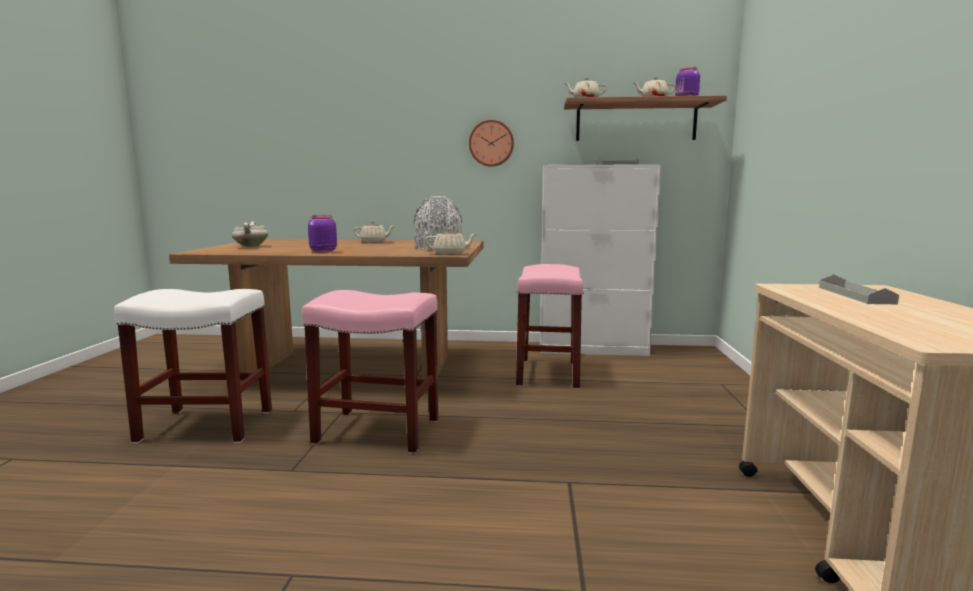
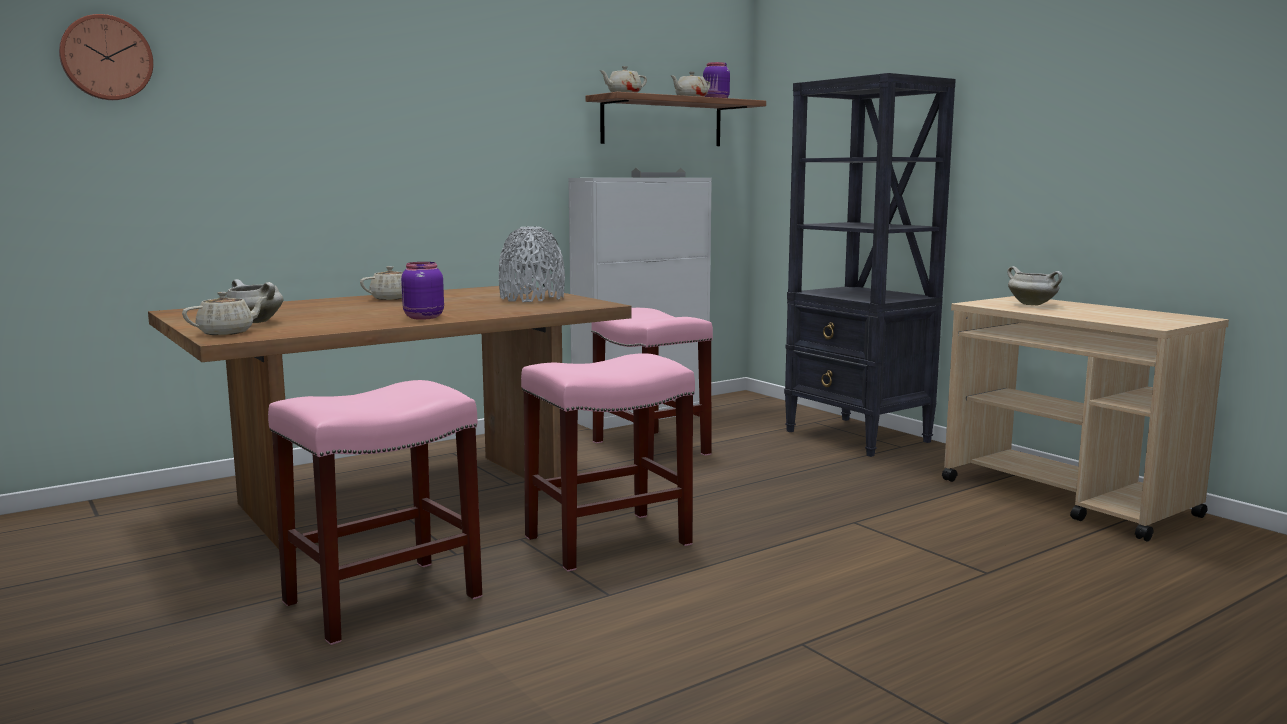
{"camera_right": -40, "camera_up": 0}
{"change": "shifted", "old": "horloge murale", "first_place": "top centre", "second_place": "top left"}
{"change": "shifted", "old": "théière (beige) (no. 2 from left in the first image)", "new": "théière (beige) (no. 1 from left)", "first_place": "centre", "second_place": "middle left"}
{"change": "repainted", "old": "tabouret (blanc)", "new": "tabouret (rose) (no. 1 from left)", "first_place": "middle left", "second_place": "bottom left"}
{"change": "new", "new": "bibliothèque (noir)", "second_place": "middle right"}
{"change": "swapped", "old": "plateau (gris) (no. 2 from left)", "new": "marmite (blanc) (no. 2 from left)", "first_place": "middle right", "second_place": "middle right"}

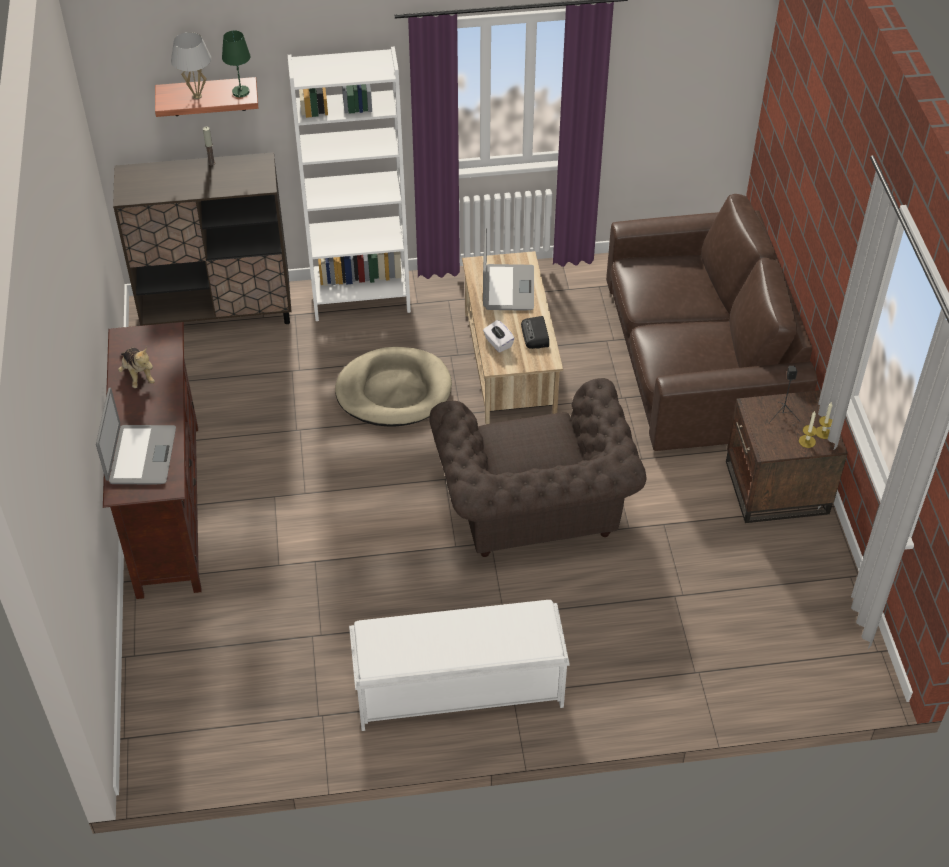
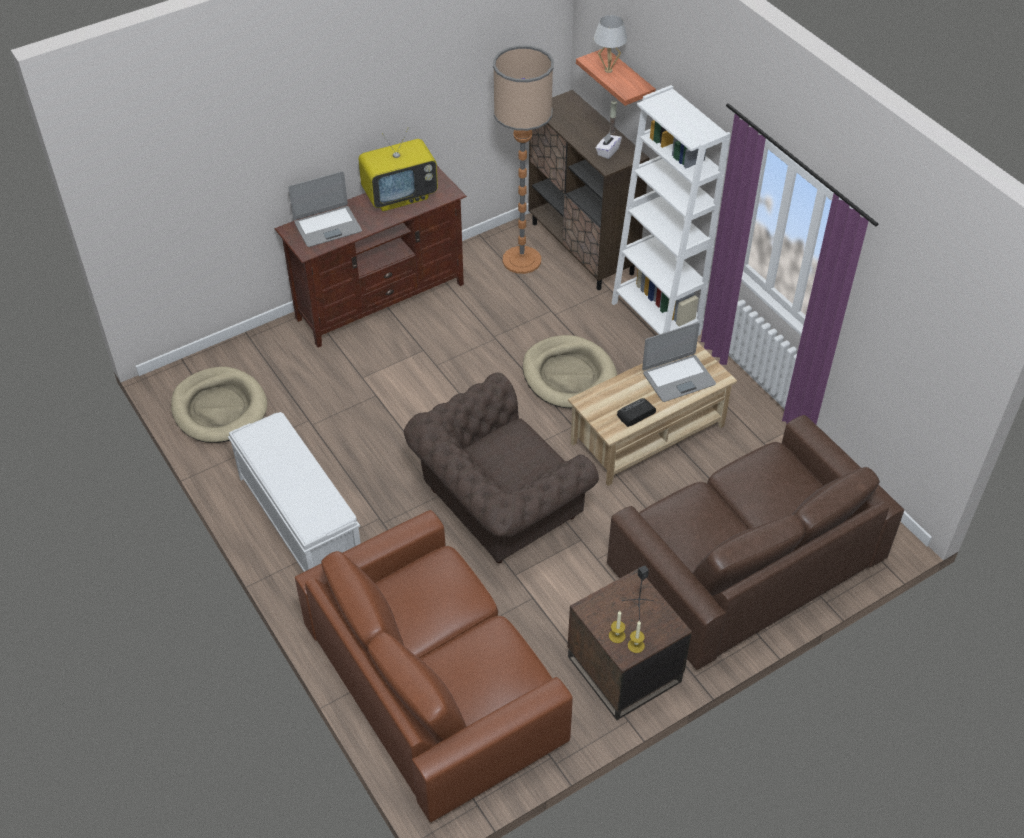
{"camera_right": 65, "camera_up": 0}
{"change": "new", "new": "panier pour chien (beige) (no. 1 from left)", "second_place": "middle left"}
{"change": "new", "new": "canapé (marron) (no. 1 from left)", "second_place": "bottom centre"}
{"change": "swapped", "old": "peluche", "new": "téléviseur", "first_place": "middle left", "second_place": "top centre"}
{"change": "new", "new": "lampadaire", "second_place": "top centre"}
{"change": "shifted", "old": "boîte à mouchoirs (blanc)", "first_place": "centre", "second_place": "top centre"}
{"change": "gone", "old": "lampe de table (vert)", "first_place": "top left"}

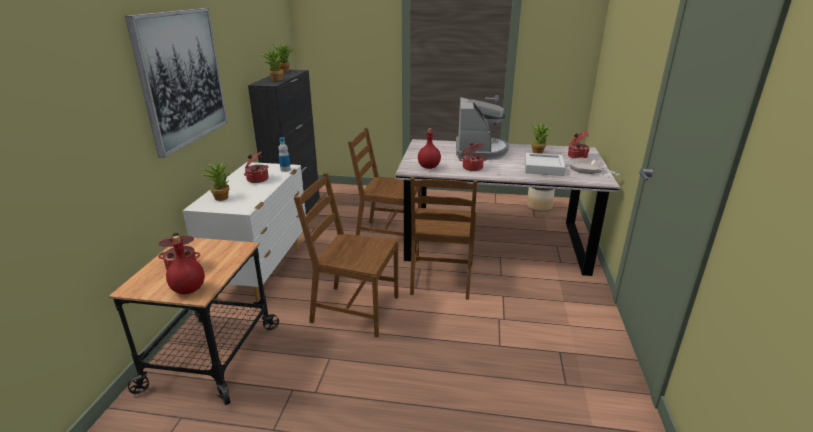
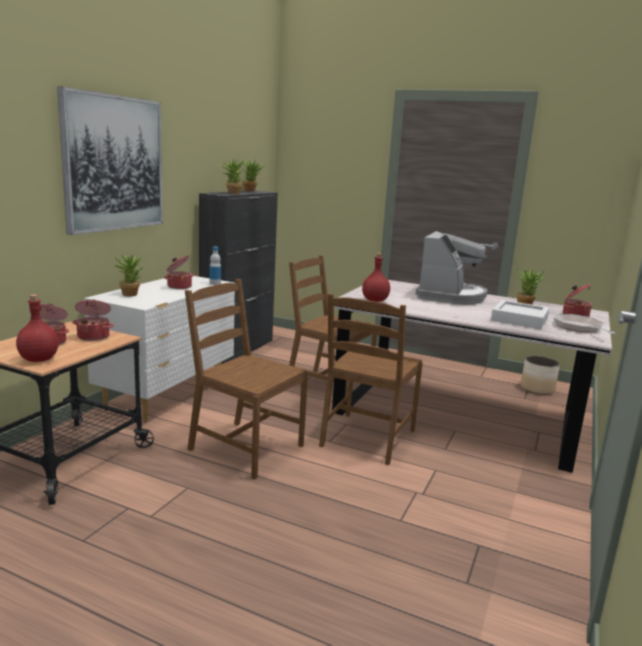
{"camera_right": 15, "camera_up": -10}
{"change": "shifted", "old": "marmite (no. 3 from left in the first image)", "new": "marmite (no. 2 from left)", "first_place": "centre", "second_place": "middle left"}

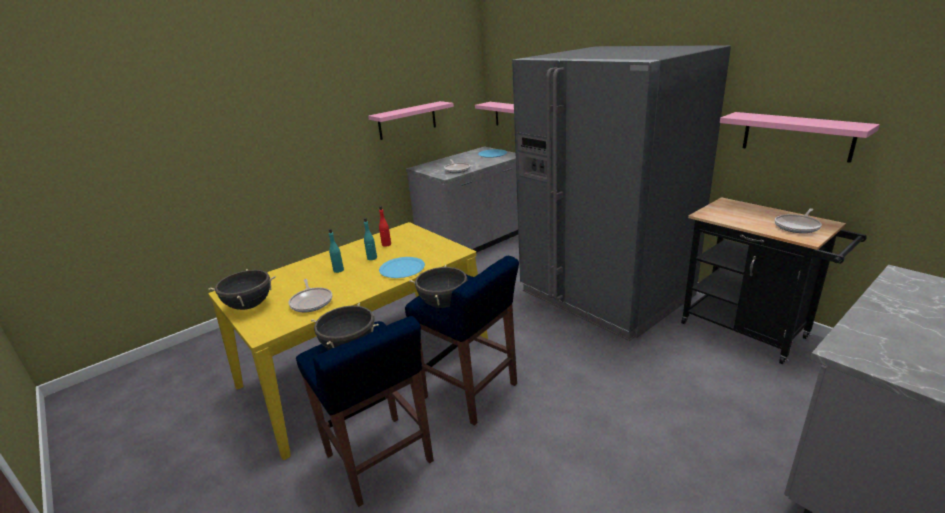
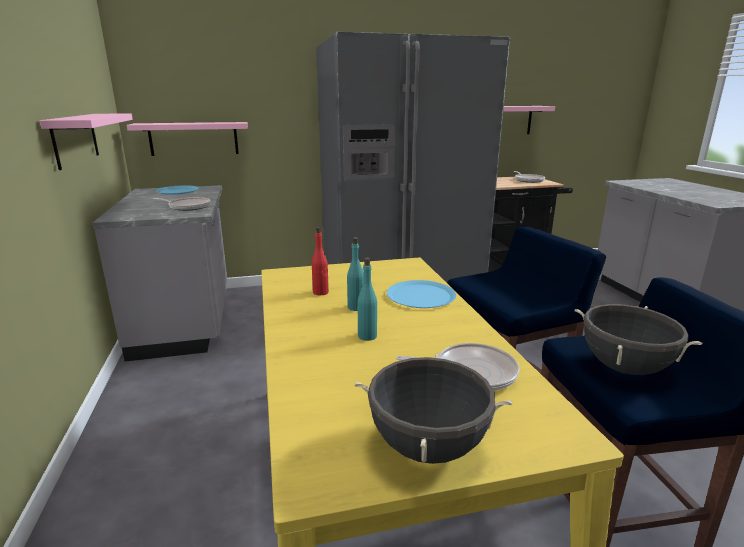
{"camera_right": -65, "camera_up": -5}
{"change": "gone", "old": "marmite (noir) (no. 3 from left)", "first_place": "centre"}

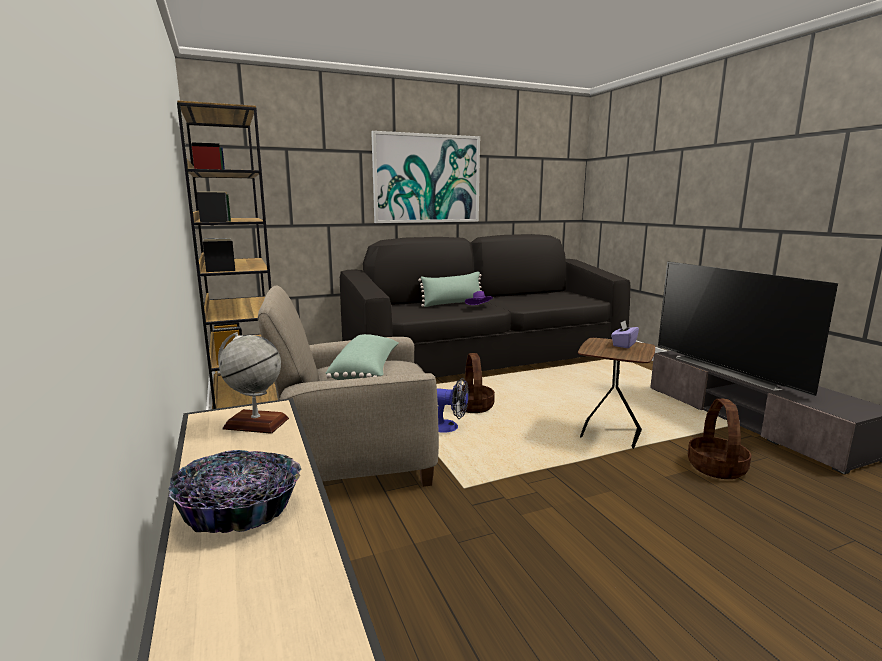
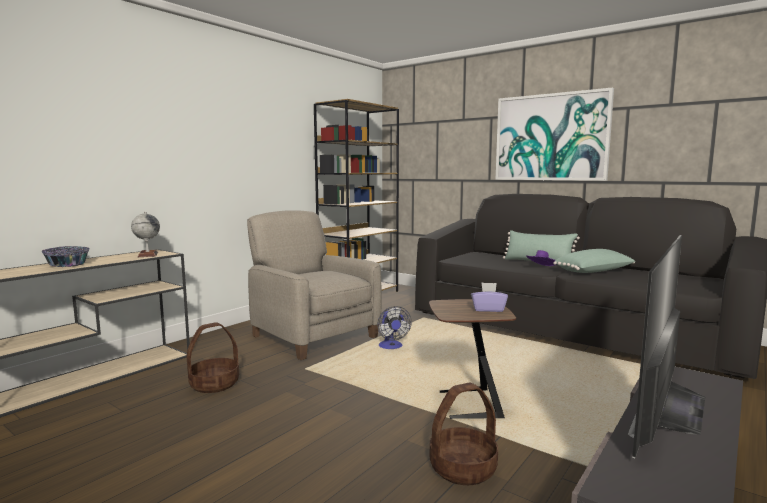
{"camera_right": 60, "camera_up": -5}
{"change": "shifted", "old": "panier (no. 1 from left)", "first_place": "centre", "second_place": "bottom left"}
{"change": "shifted", "old": "coussin (vert) (no. 1 from left in the first image)", "new": "coussin (vert) (no. 2 from left)", "first_place": "centre", "second_place": "middle right"}

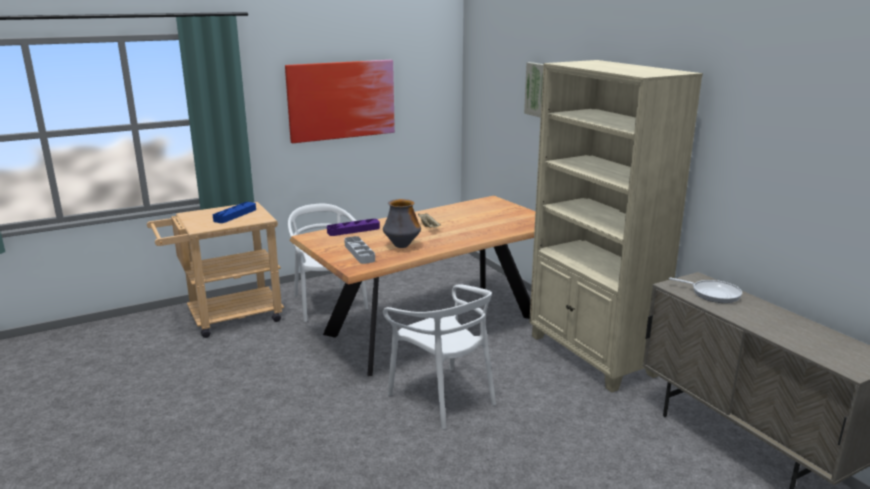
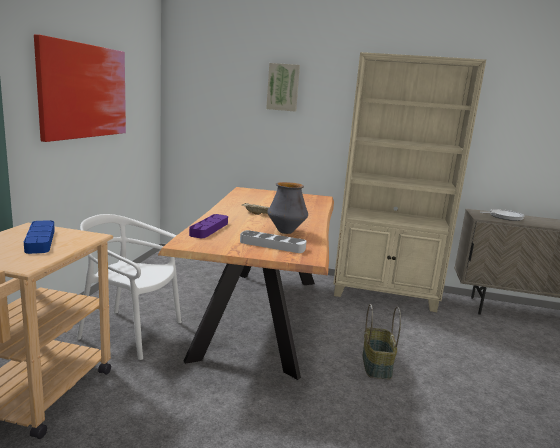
{"camera_right": -50, "camera_up": -5}
{"change": "swapped", "old": "chaise (blanc) (no. 2 from left)", "new": "panier", "first_place": "bottom centre", "second_place": "bottom right"}

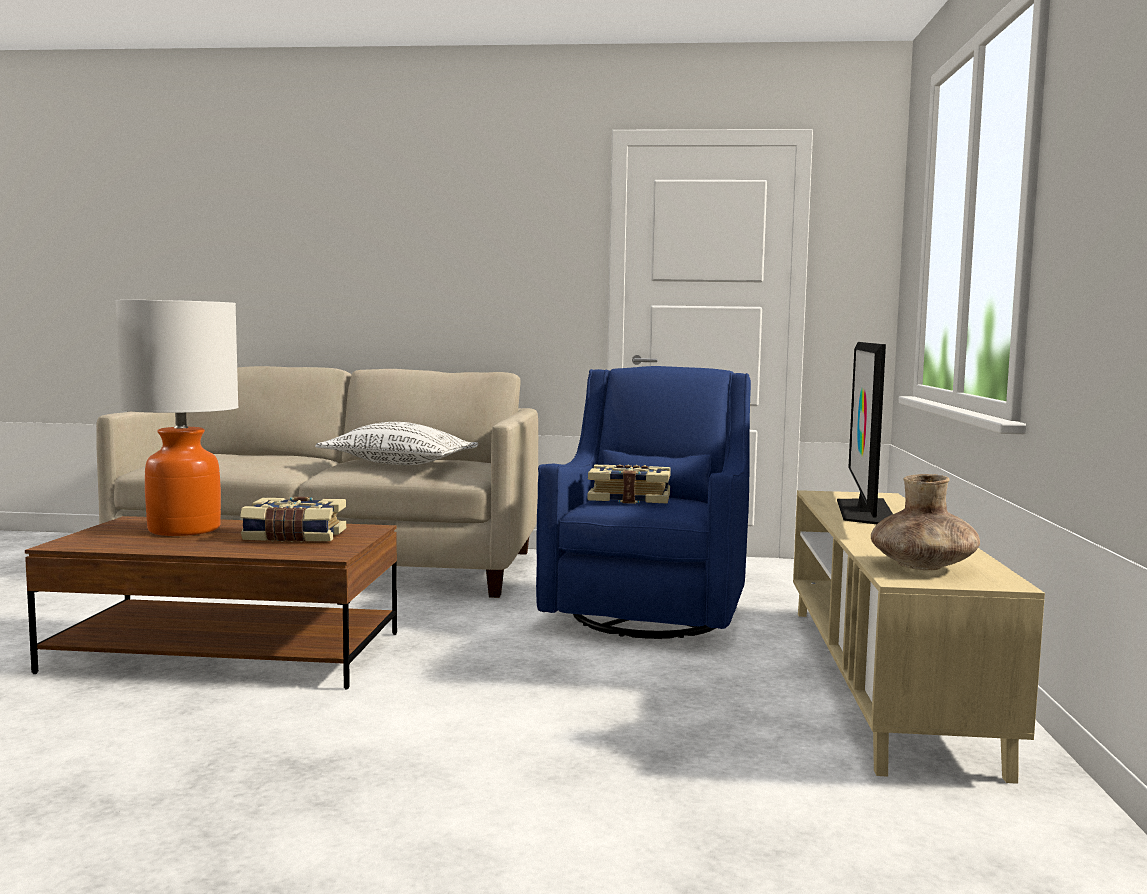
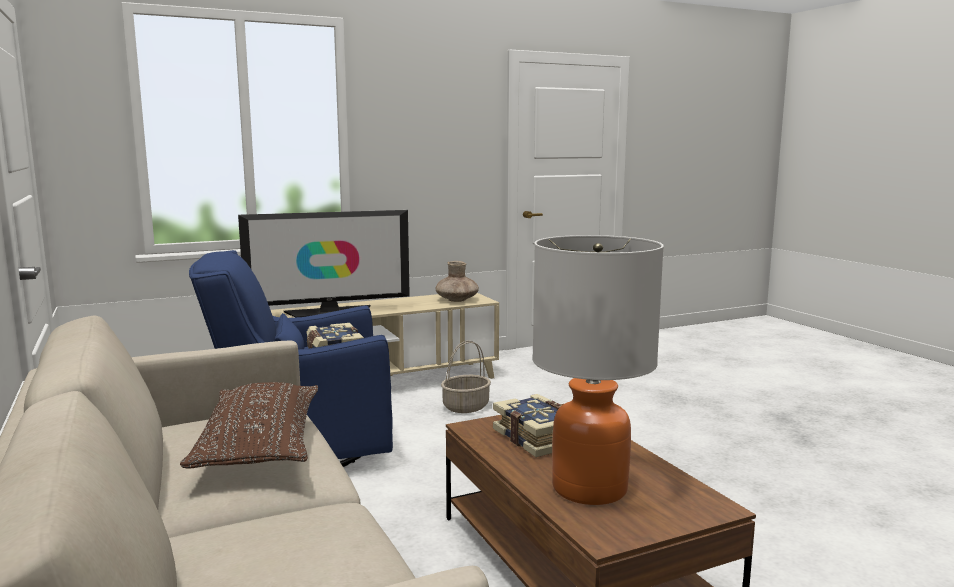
{"camera_right": -120, "camera_up": 5}
{"change": "repainted", "old": "coussin (blanc)", "new": "coussin (marron)", "first_place": "centre", "second_place": "bottom left"}
{"change": "new", "new": "panier", "second_place": "centre"}

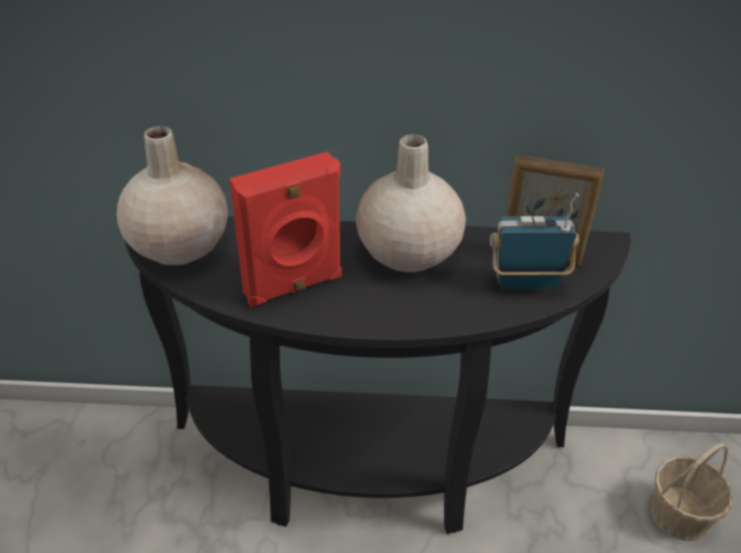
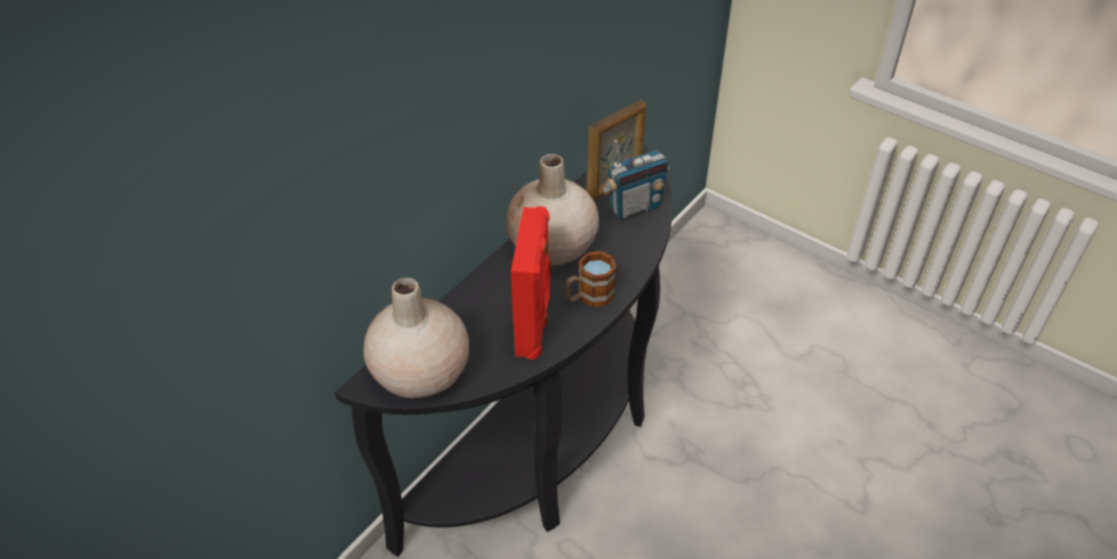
{"camera_right": -55, "camera_up": 5}
{"change": "new", "new": "mug", "second_place": "centre"}
{"change": "rotated", "old": "radio", "first_place": "middle right", "second_place": "top centre", "degrees": -150}
{"change": "gone", "old": "panier", "first_place": "bottom right"}

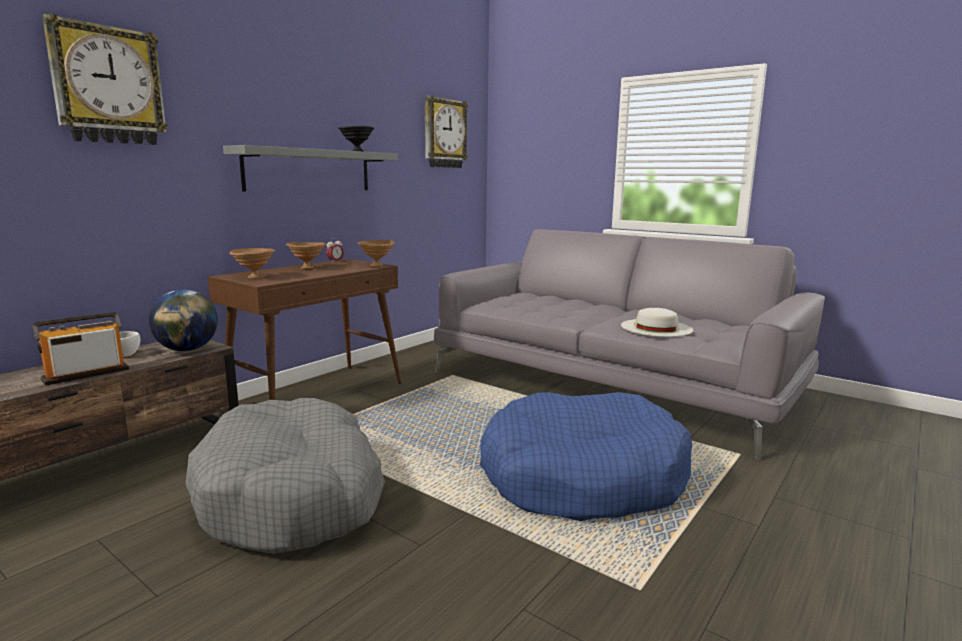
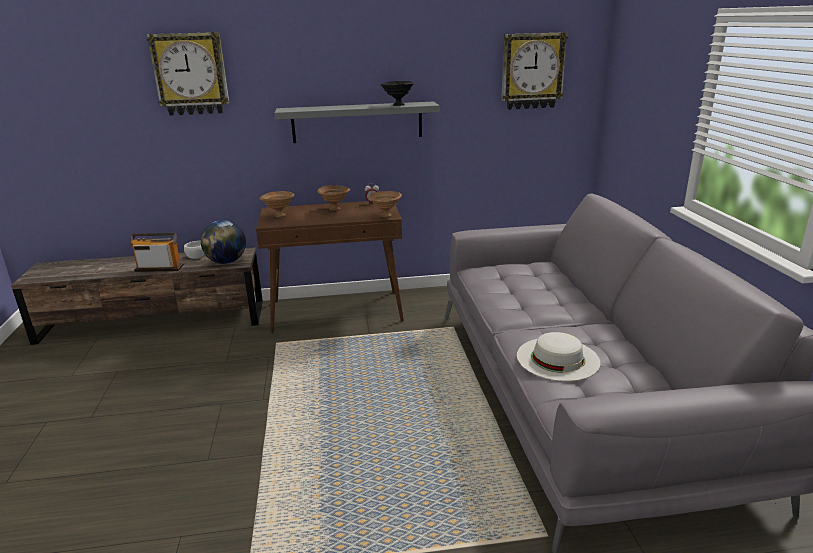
{"camera_right": 45, "camera_up": 10}
{"change": "gone", "old": "panier pour chien (gris)", "first_place": "bottom left"}
{"change": "gone", "old": "panier pour chien (bleu)", "first_place": "bottom centre"}

